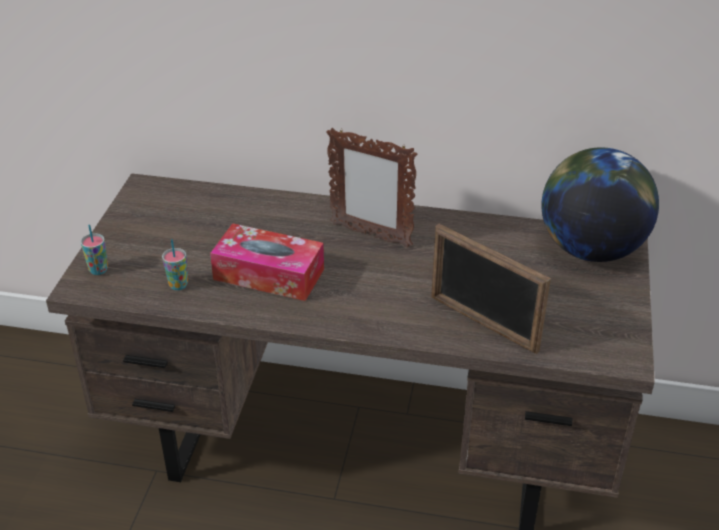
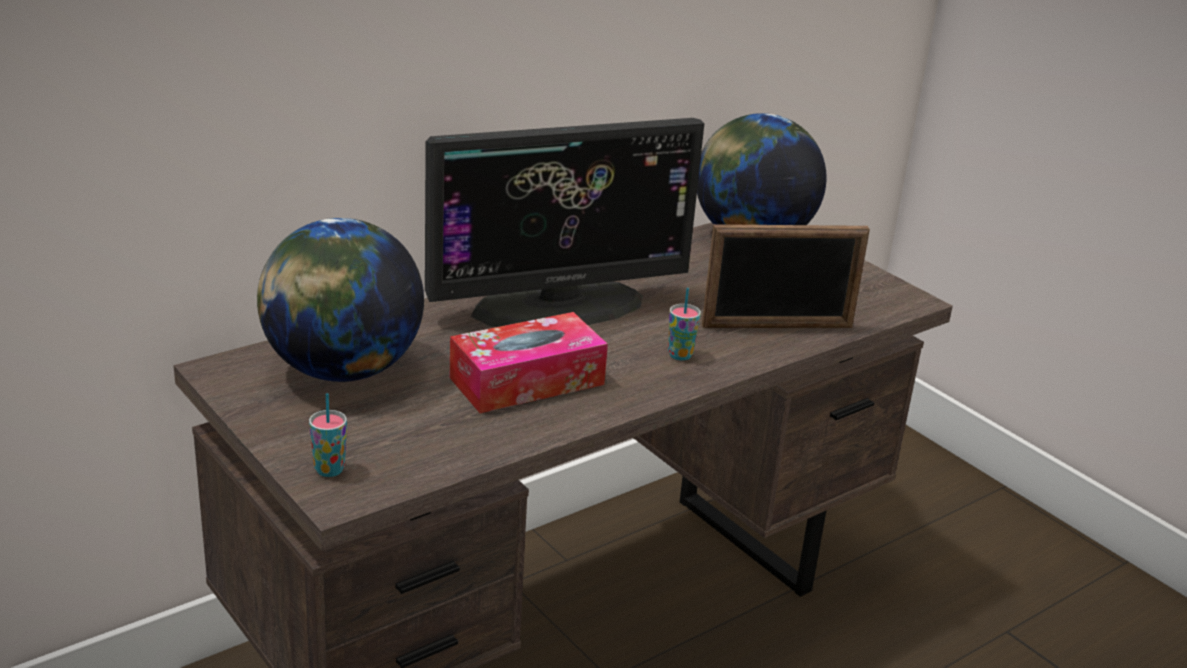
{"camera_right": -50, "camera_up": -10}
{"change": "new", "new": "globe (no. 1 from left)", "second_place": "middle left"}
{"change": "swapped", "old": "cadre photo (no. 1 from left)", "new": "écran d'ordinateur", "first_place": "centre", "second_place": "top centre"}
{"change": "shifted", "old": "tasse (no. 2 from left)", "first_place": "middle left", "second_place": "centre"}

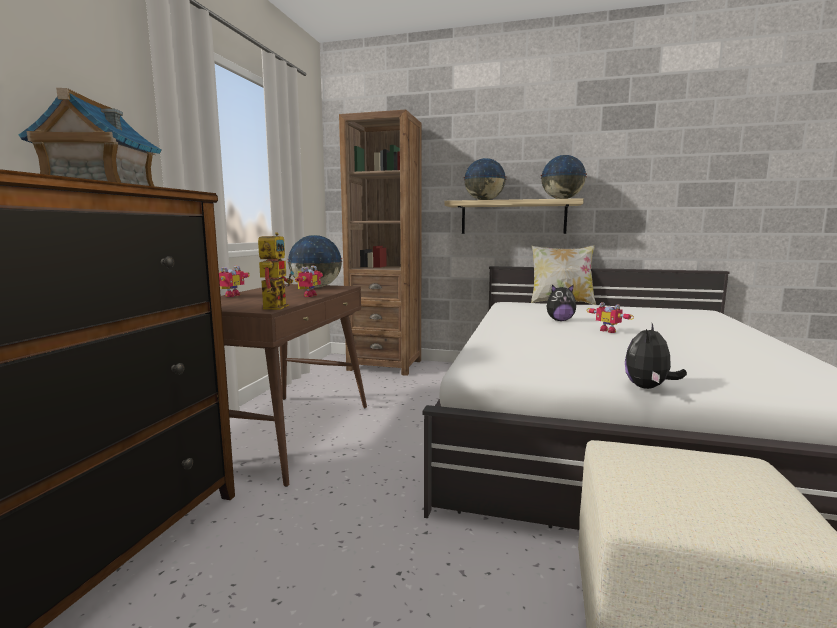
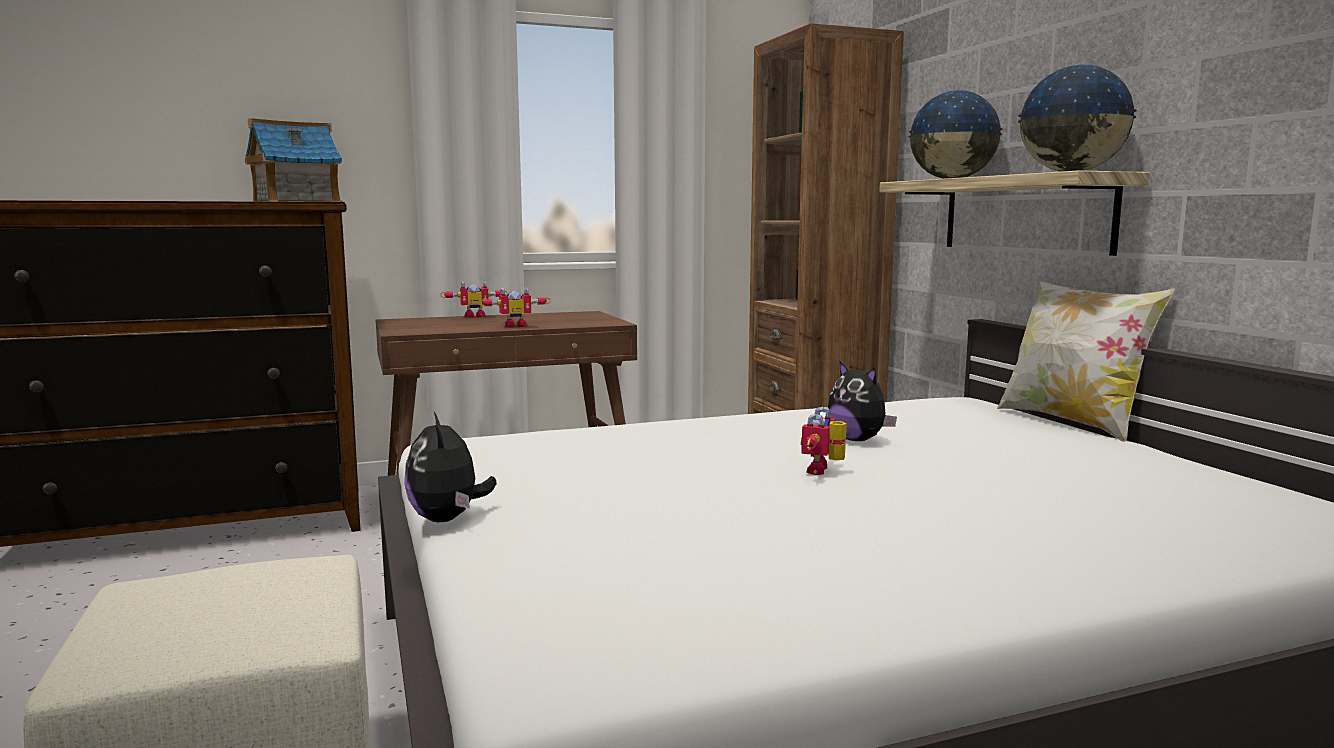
{"camera_right": 55, "camera_up": 0}
{"change": "rotated", "old": "peluche (no. 2 from left in the first image)", "first_place": "middle right", "second_place": "centre", "degrees": -105}
{"change": "gone", "old": "robot jouet (no. 2 from left)", "first_place": "middle left"}
{"change": "gone", "old": "globe (no. 1 from left)", "first_place": "centre"}

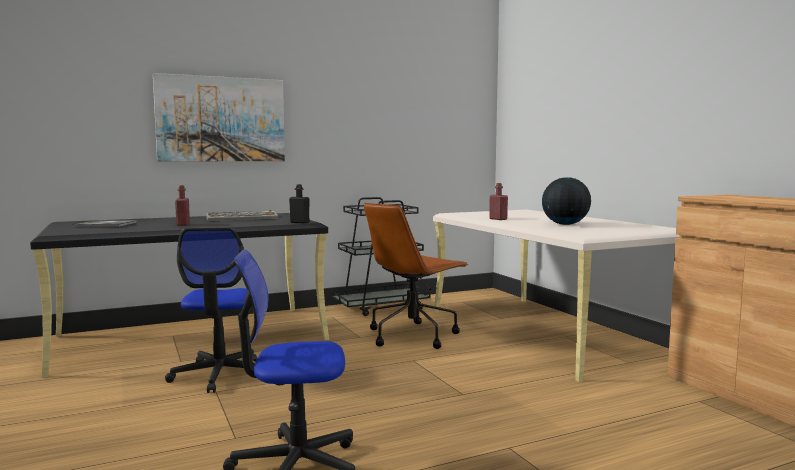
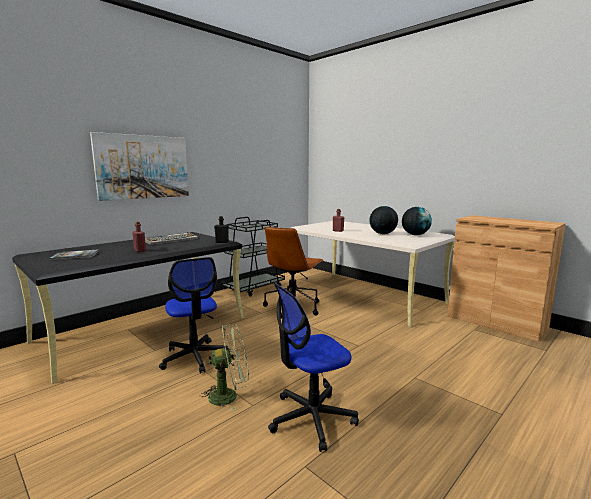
{"camera_right": -20, "camera_up": 5}
{"change": "new", "new": "ventilateur (vert)", "second_place": "bottom centre"}
{"change": "new", "new": "globe (no. 2 from left)", "second_place": "middle right"}

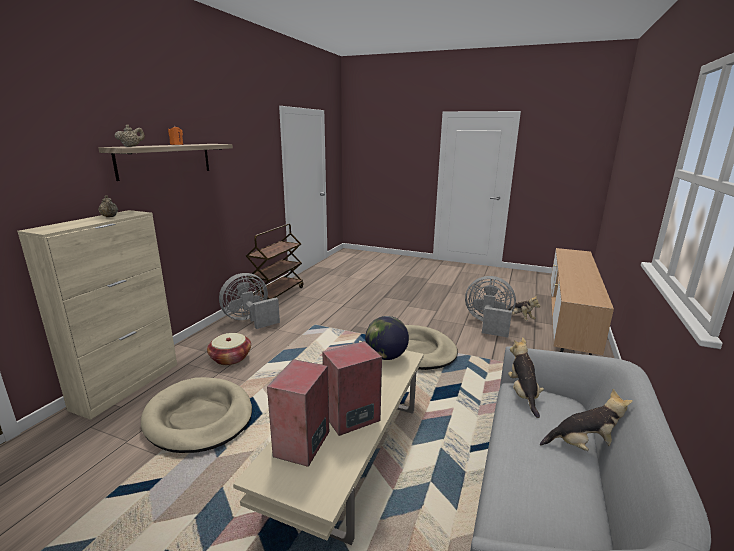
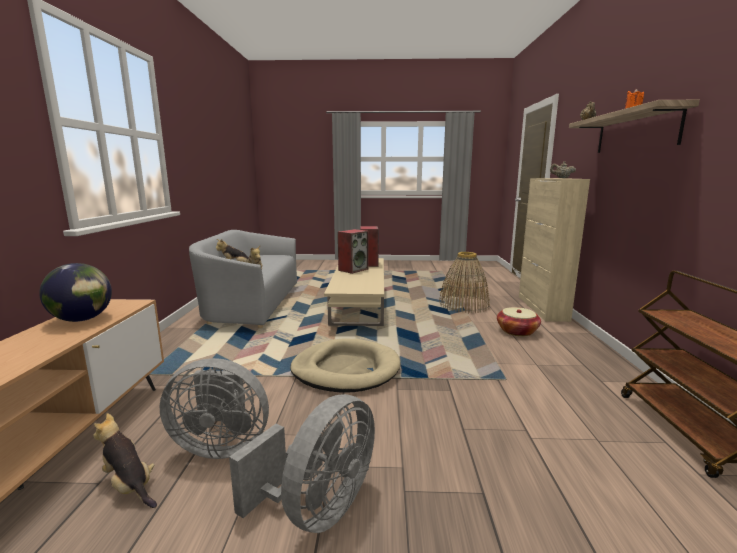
{"camera_right": 160, "camera_up": -5}
{"change": "shifted", "old": "globe", "first_place": "centre", "second_place": "middle left"}
{"change": "shifted", "old": "ventilateur (gris) (no. 1 from left in the first image)", "new": "ventilateur (gris) (no. 2 from left)", "first_place": "centre", "second_place": "bottom centre"}
{"change": "swapped", "old": "panier pour chien (beige) (no. 1 from left)", "new": "panier (no. 1 from left)", "first_place": "bottom left", "second_place": "centre"}

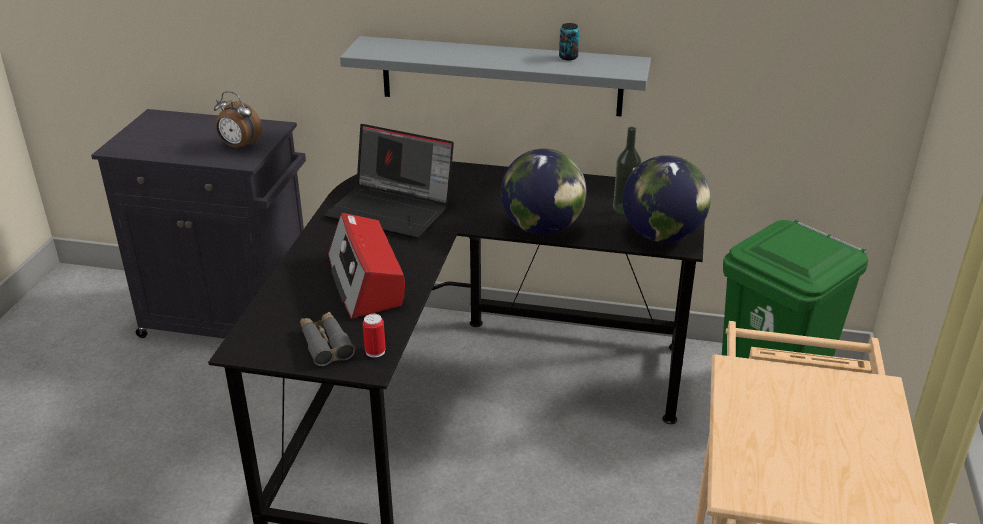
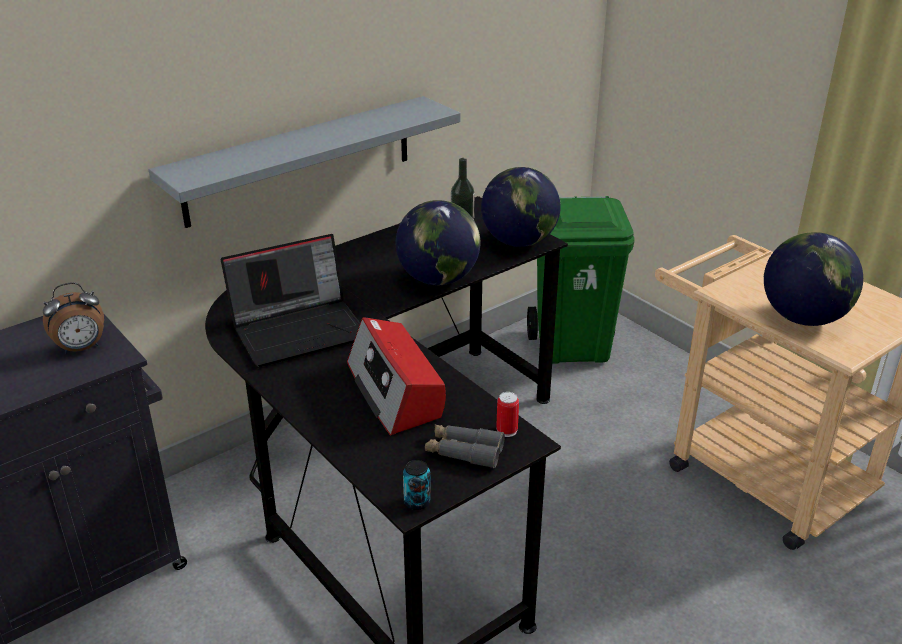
{"camera_right": -50, "camera_up": 0}
{"change": "rotated", "old": "radio", "first_place": "centre", "second_place": "centre", "degrees": 45}
{"change": "shifted", "old": "boîte métallique (no. 2 from left in the first image)", "new": "boîte métallique (no. 1 from left)", "first_place": "top centre", "second_place": "bottom centre"}
{"change": "new", "new": "globe (no. 3 from left)", "second_place": "middle right"}

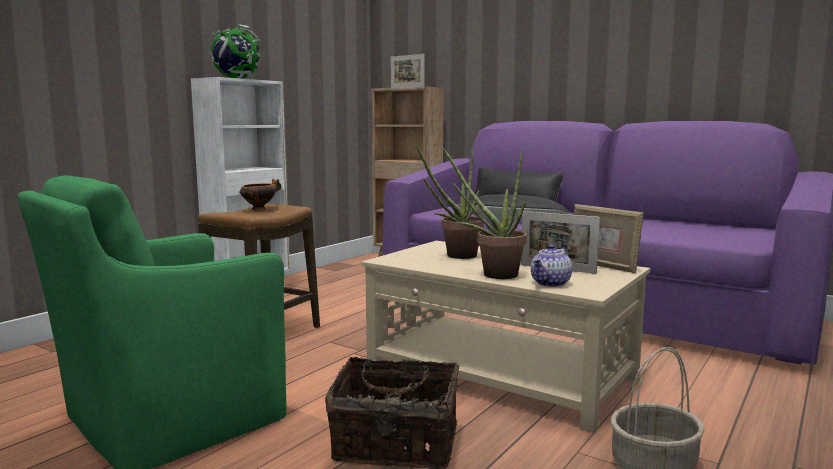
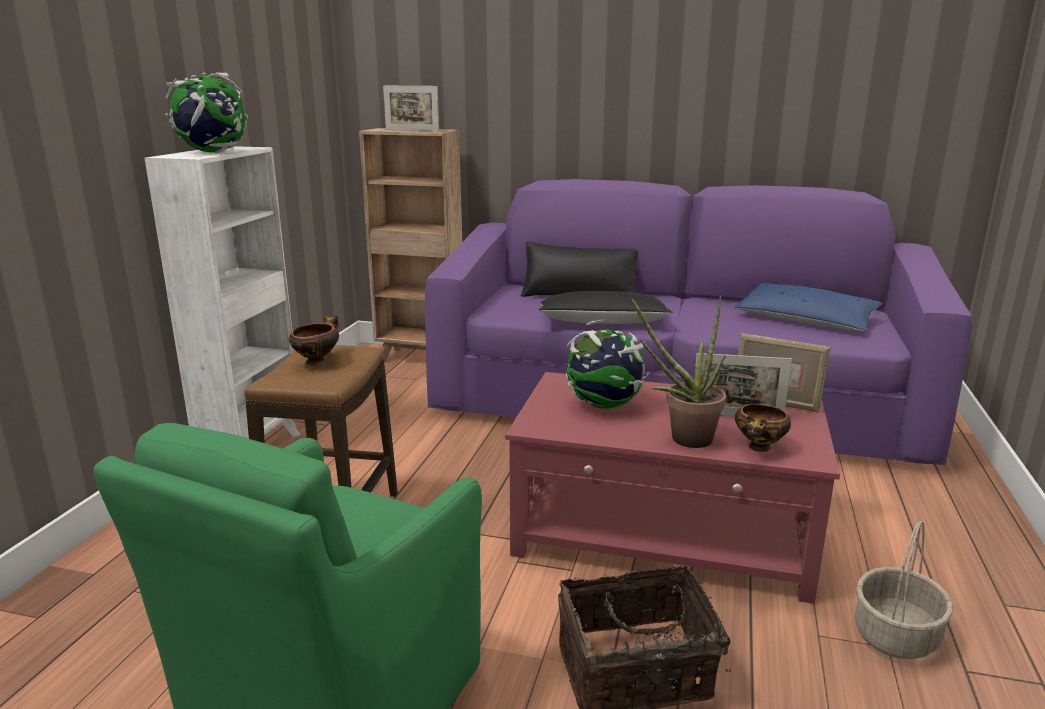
{"camera_right": -20, "camera_up": 10}
{"change": "repainted", "old": "table basse (beige)", "new": "table basse (rouge)", "first_place": "bottom centre", "second_place": "bottom centre"}
{"change": "swapped", "old": "plante en pot (no. 1 from left)", "new": "globe (no. 2 from left)", "first_place": "centre", "second_place": "centre"}
{"change": "new", "new": "coussin (bleu)", "second_place": "middle right"}
{"change": "swapped", "old": "théière", "new": "bol (no. 2 from left)", "first_place": "centre", "second_place": "middle right"}

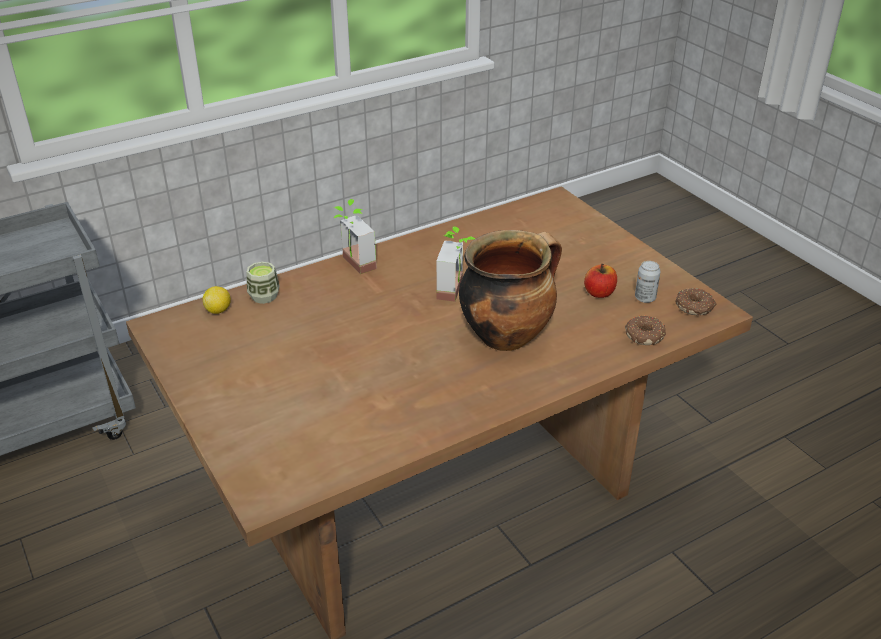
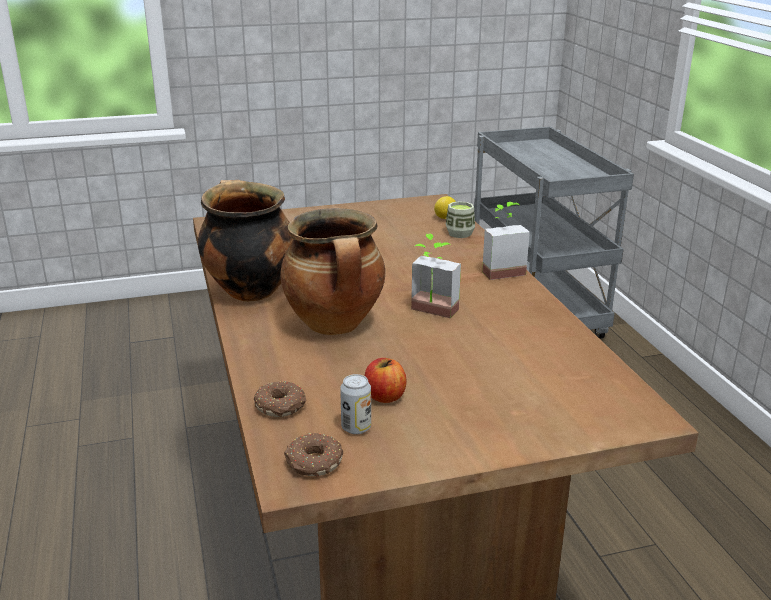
{"camera_right": 105, "camera_up": -10}
{"change": "new", "new": "marmite (no. 1 from left)", "second_place": "middle left"}

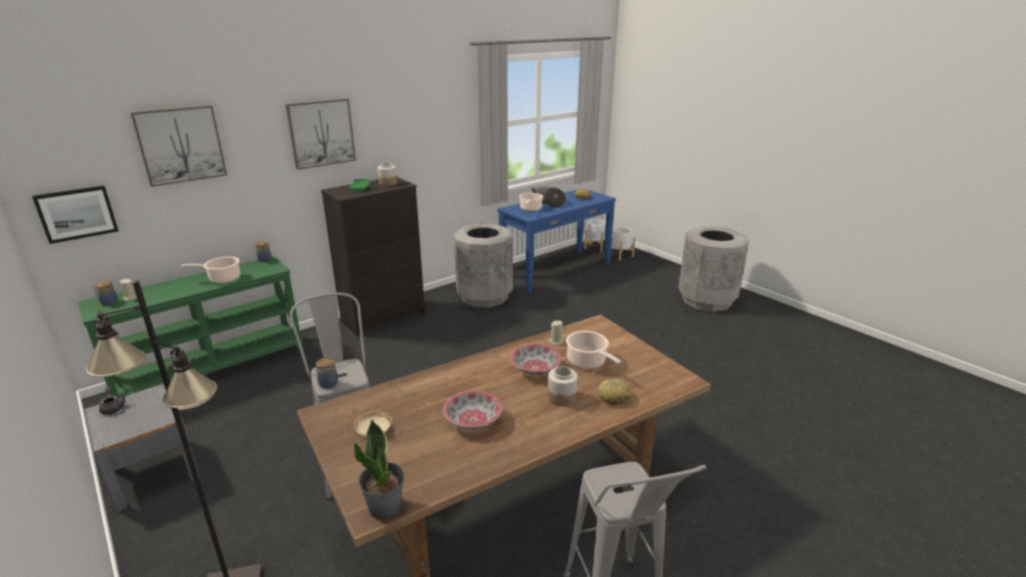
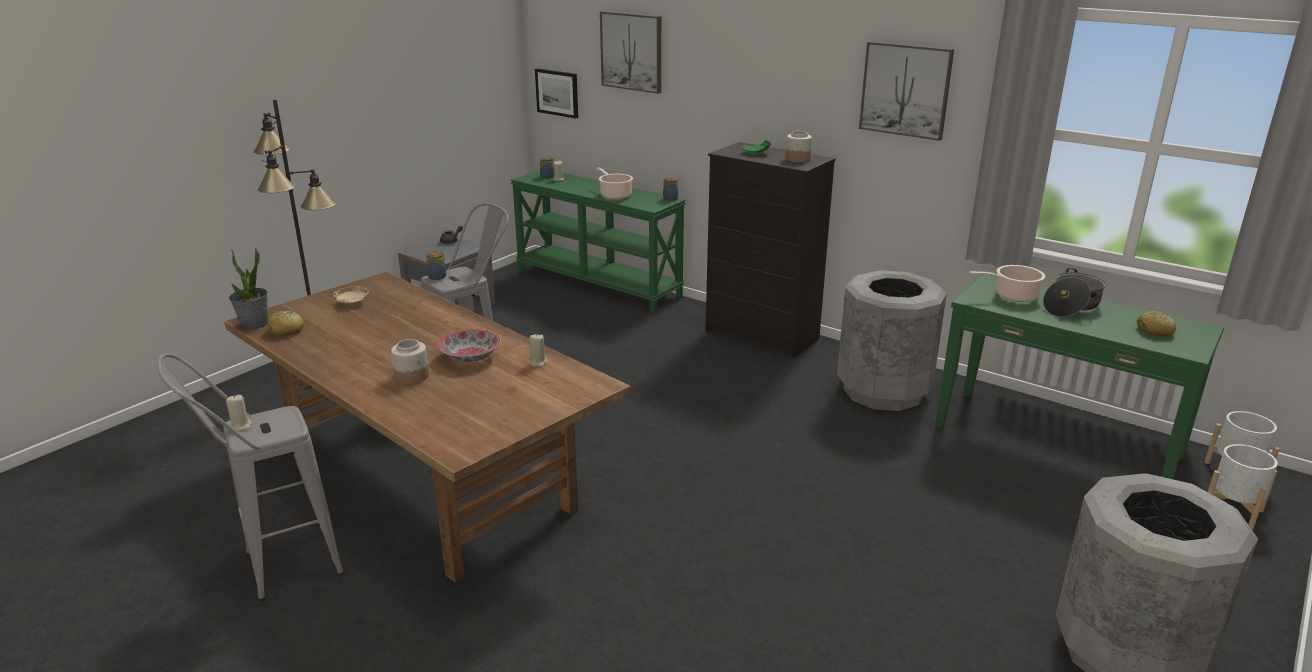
{"camera_right": 75, "camera_up": 0}
{"change": "new", "new": "bougie (beige) (no. 1 from left)", "second_place": "middle left"}
{"change": "shifted", "old": "pain (no. 2 from left in the first image)", "new": "pain (no. 1 from left)", "first_place": "bottom centre", "second_place": "middle left"}
{"change": "shifted", "old": "tableau (no. 3 from left)", "first_place": "top left", "second_place": "top right"}
{"change": "repainted", "old": "table console (bleu)", "new": "table console (vert) (no. 2 from left)", "first_place": "centre", "second_place": "middle right"}
{"change": "gone", "old": "bol (no. 1 from left)", "first_place": "bottom centre"}
{"change": "gone", "old": "marmite (no. 4 from left)", "first_place": "centre"}

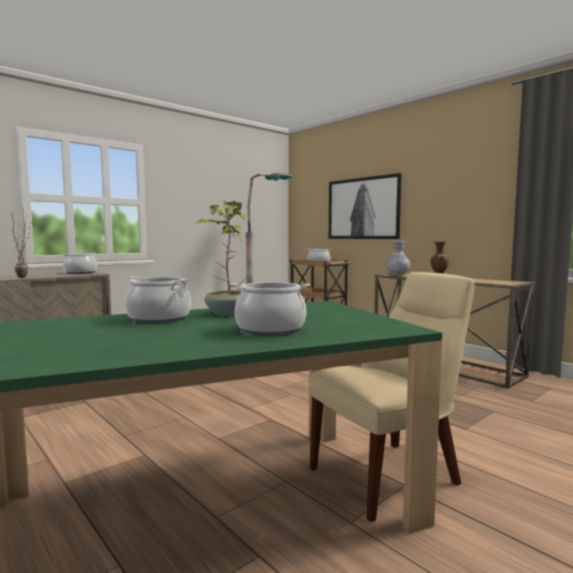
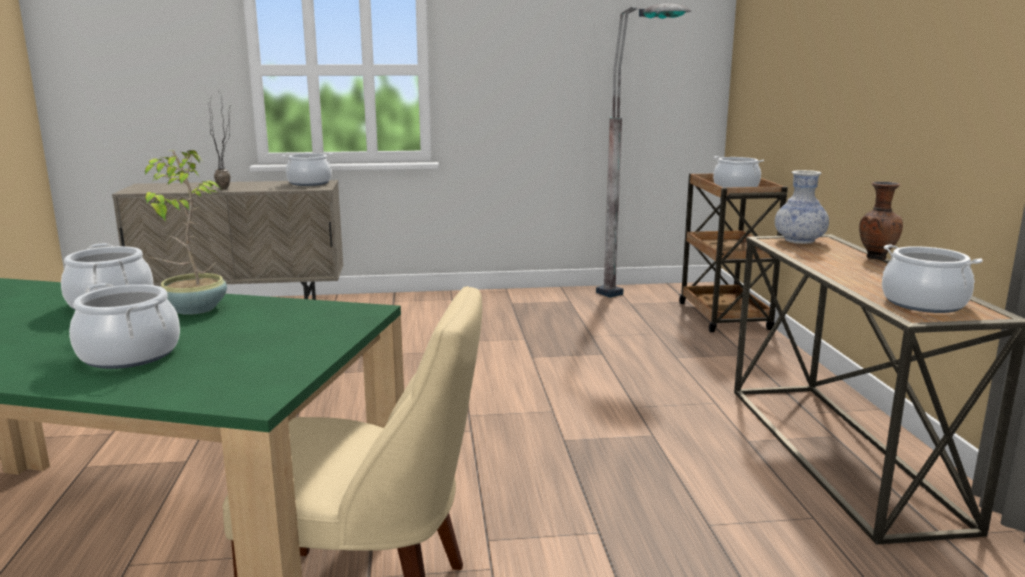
{"camera_right": 35, "camera_up": 10}
{"change": "new", "new": "marmite (no. 5 from left)", "second_place": "middle right"}
{"change": "gone", "old": "tableau", "first_place": "centre"}

